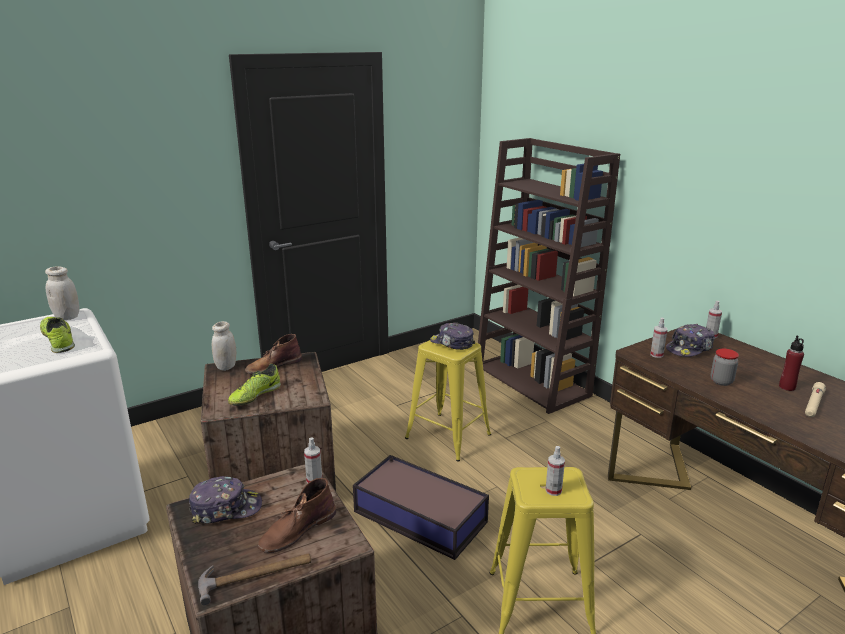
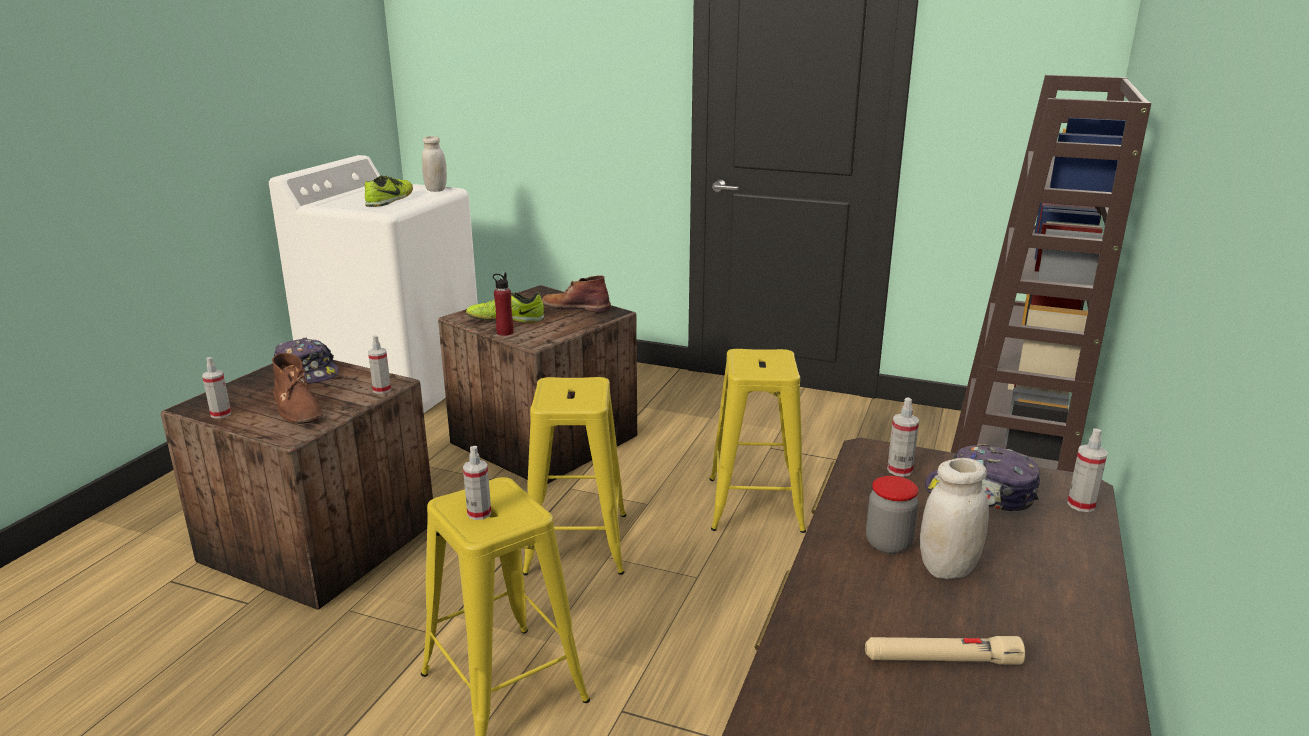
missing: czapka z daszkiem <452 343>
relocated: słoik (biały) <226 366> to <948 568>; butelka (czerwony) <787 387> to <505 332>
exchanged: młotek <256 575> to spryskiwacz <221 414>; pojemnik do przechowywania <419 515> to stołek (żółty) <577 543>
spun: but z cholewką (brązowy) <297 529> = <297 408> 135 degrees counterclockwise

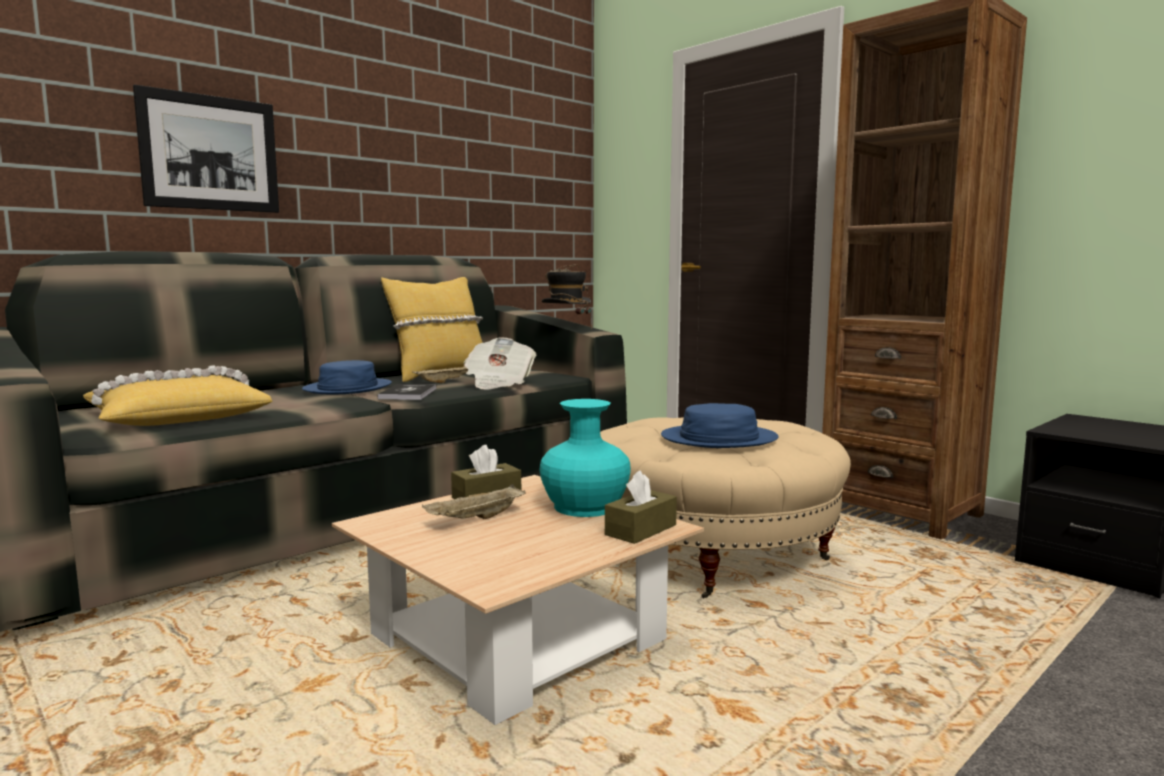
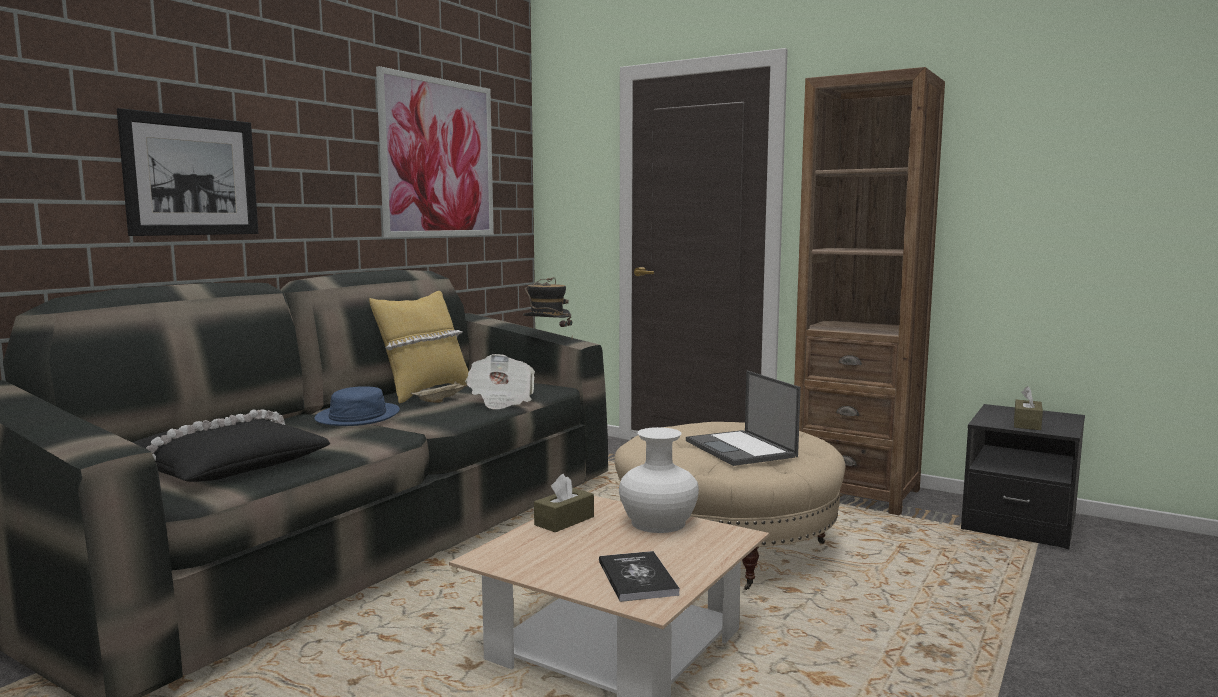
missing: taca (beżowy) <476 519>
appeared: obraz <438 158>
relocated: książka <408 394> to <637 578>; pudełko chusteczek (brązowy) <641 530> to <1027 424>
exchanged: kapelusz (niebieski) <719 439> to laptop <741 449>
colour: poduszka (żółty) <177 418> to poduszka (czarny) <223 466>; wazon (turkusowy) <585 507> to wazon (biały) <658 522>

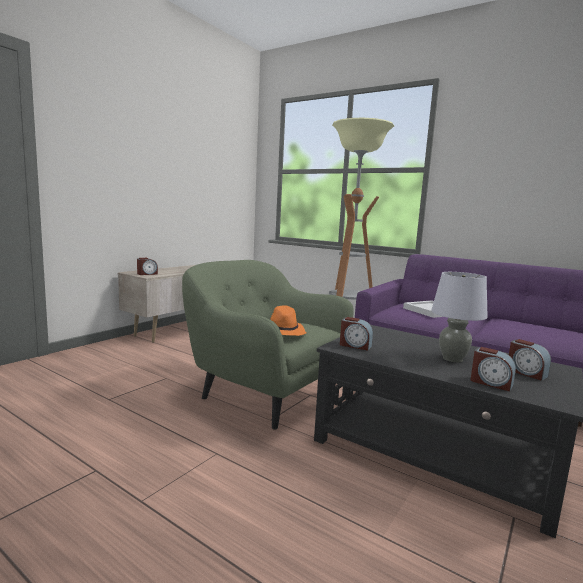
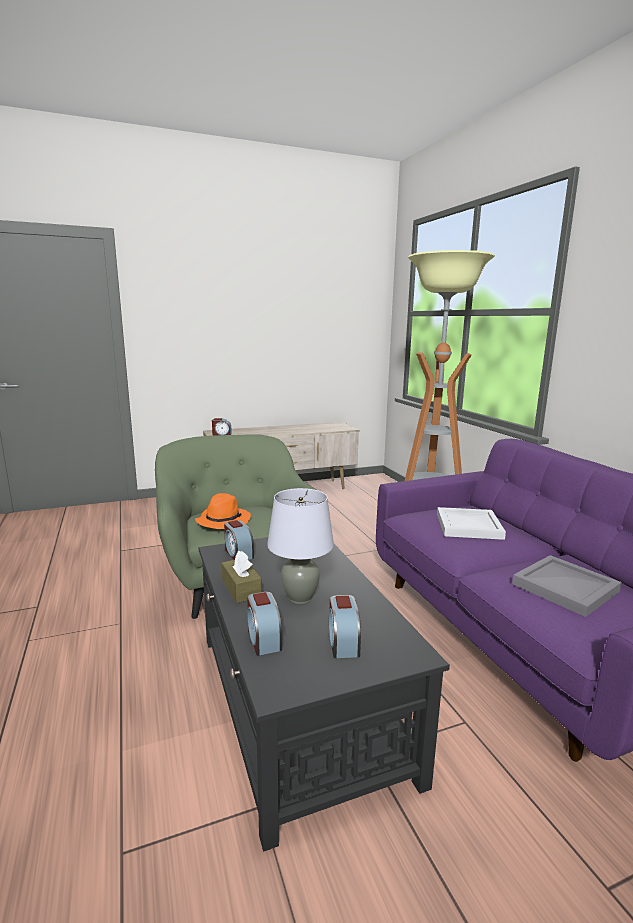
appeared: pudełko chusteczek (brązowy) <241 588>; taca (szary) <564 586>

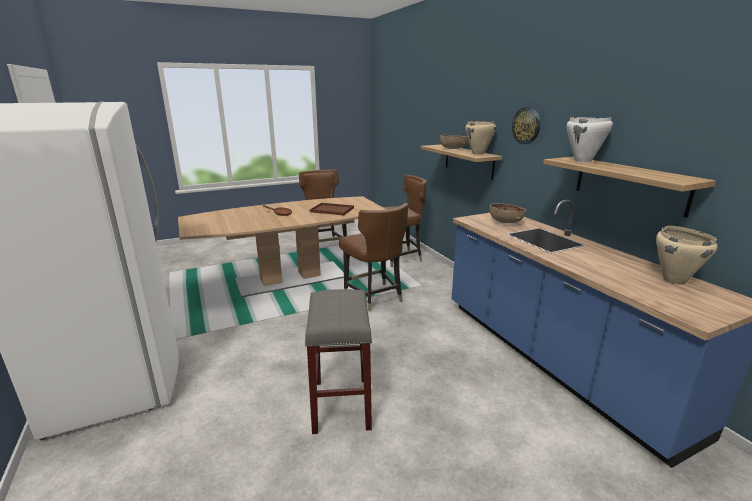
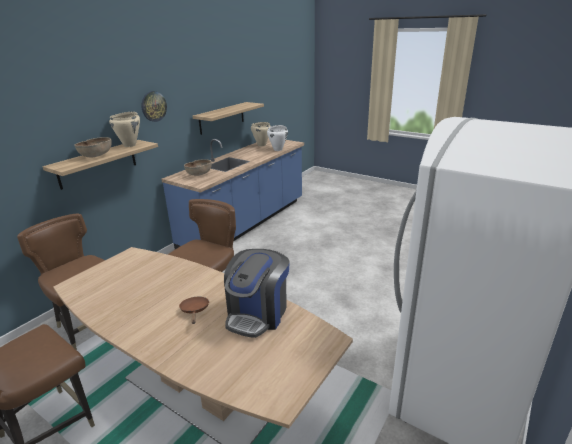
missing: stołek (szary) <342 405>; taca (brązowy) <331 210>
appeared: ekspres do kawy <258 313>
relocated: garnek (biały) <583 161> to <278 150>

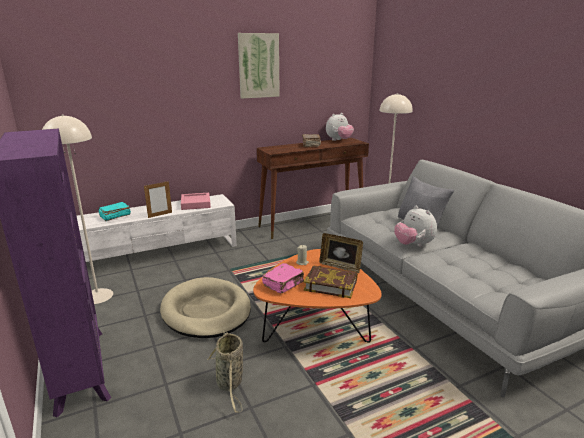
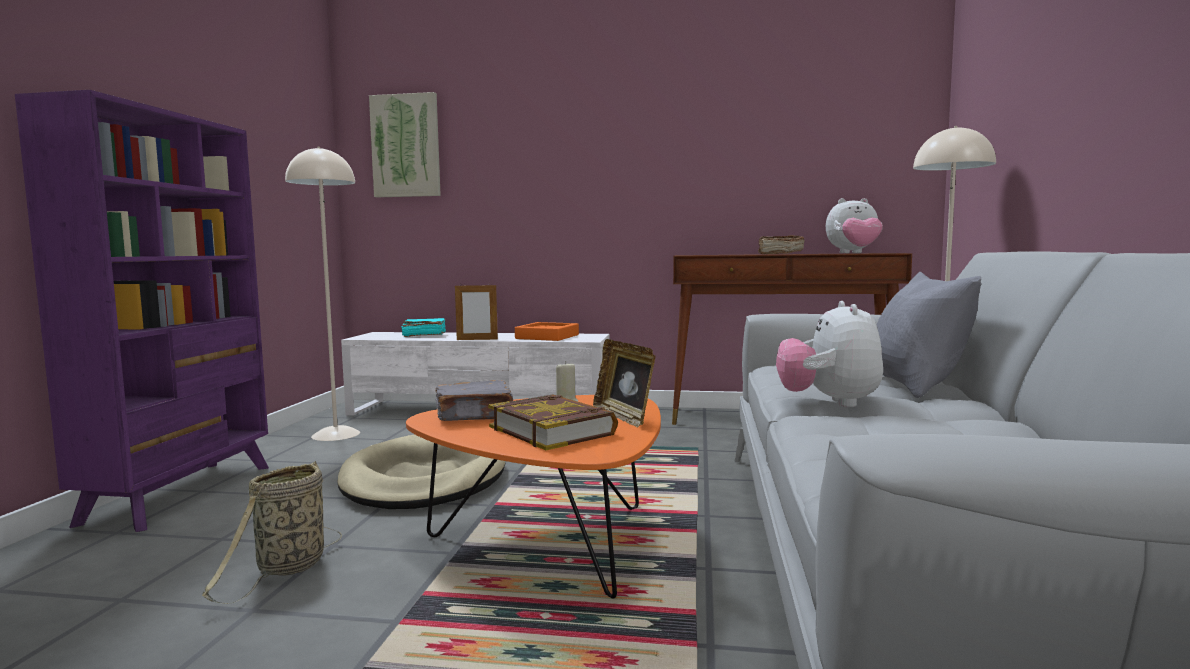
relocated: obraz <258 66> to <406 146>
colour: taca (różowy) <196 204> to taca (pomarańczowy) <547 337>; książka (różowy) <283 284> to książka (szary) <475 416>

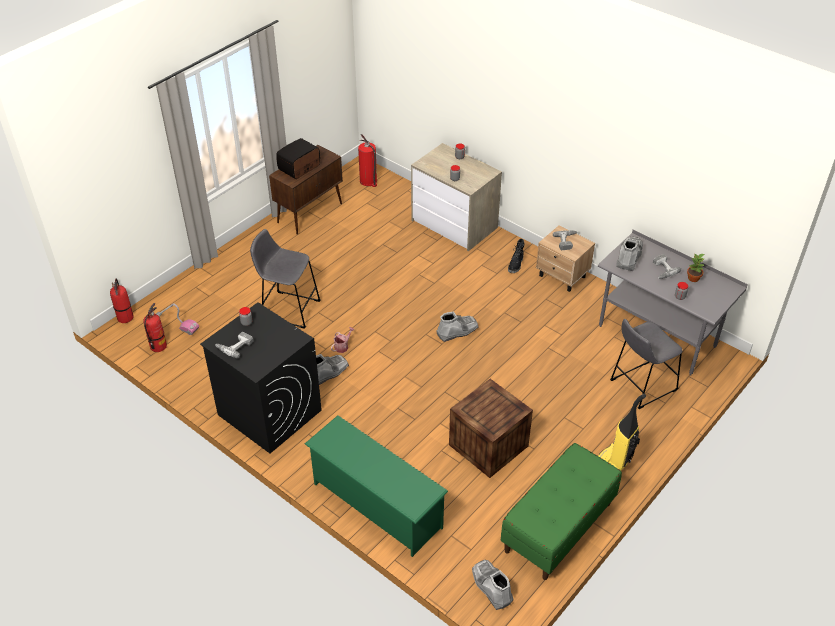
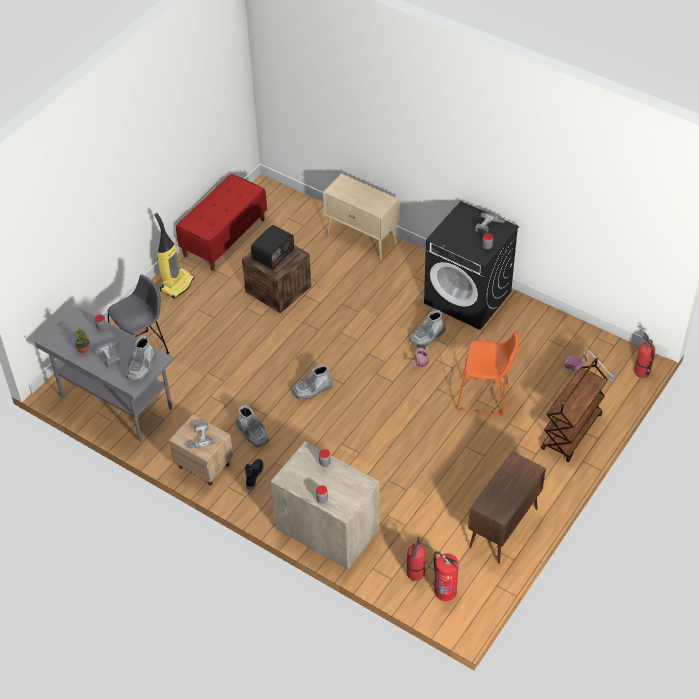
appeared: wózek (brązowy) <571 433>
relocated: gaśnica <158 346> to <415 573>; radio <299 168> to <273 254>; but z cholewką (szary) <491 587> to <253 433>
exchanged: regał na buty (zielony) <376 505> to szafka (beżowy) <362 239>
colour: stołek (szary) <288 309> to stołek (pomarańczowy) <485 398>; ławka (zielony) <558 527> to ławka (czerwony) <224 237>

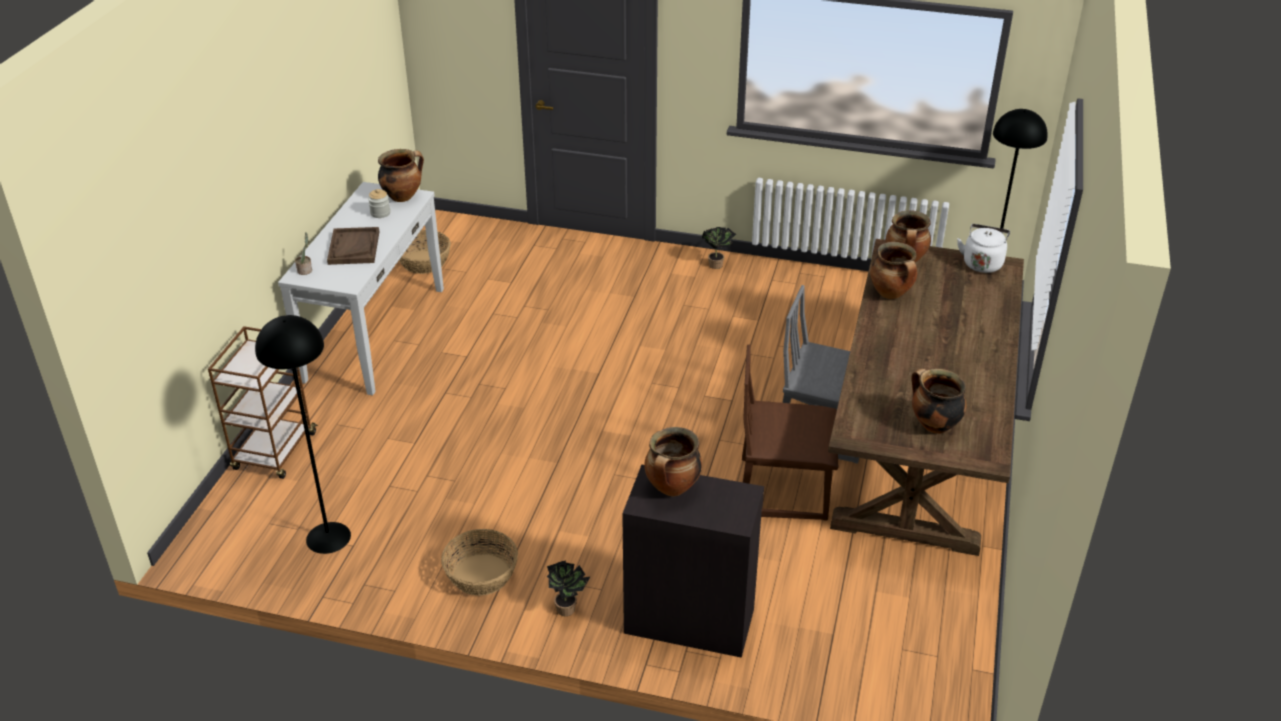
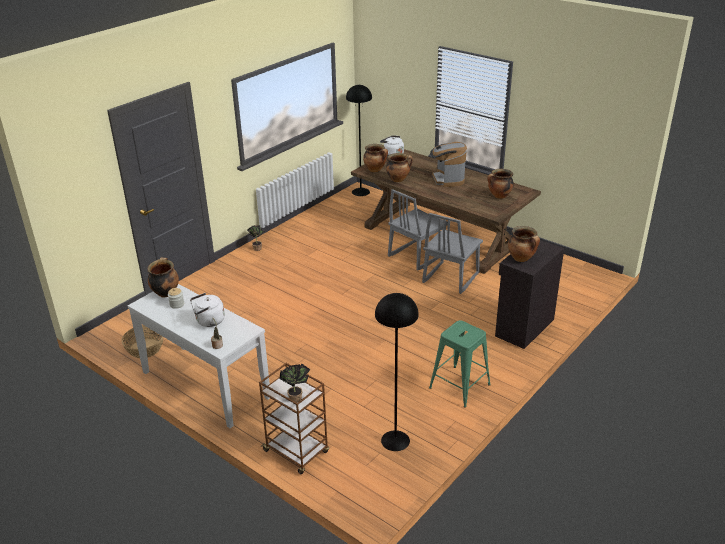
appeared: ekspres do kawy <448 179>
relocated: roślina doniczkowa <568 609> to <296 397>
exchanged: taca (brązowy) <354 247> to czajnik (biały) <208 321>; koszyk <481 575> to stołek (zielony) <459 386>
colour: krzesło (brązowy) <783 489> to krzesło (szary) <450 278>

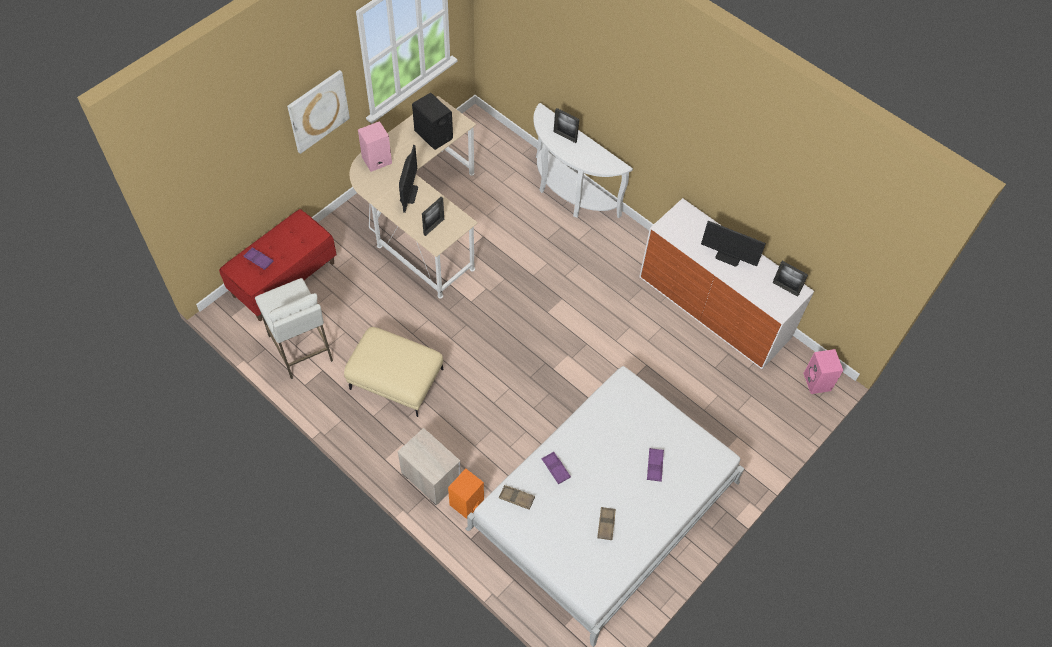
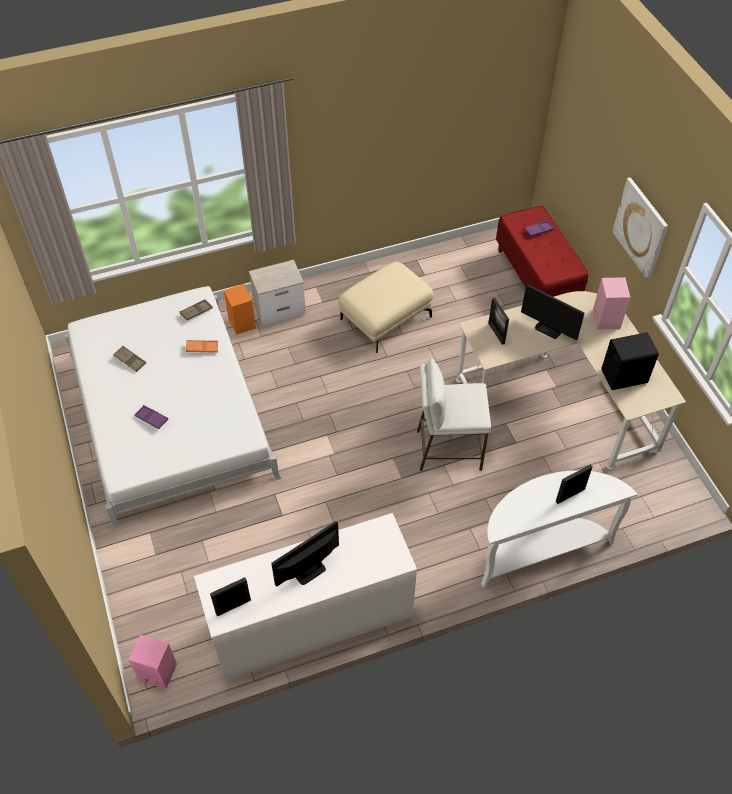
relocated: stołek (biały) <301 348> to <448 450>
colour: taca (fioletowy) <555 469> to taca (pomarańczowy) <202 348>

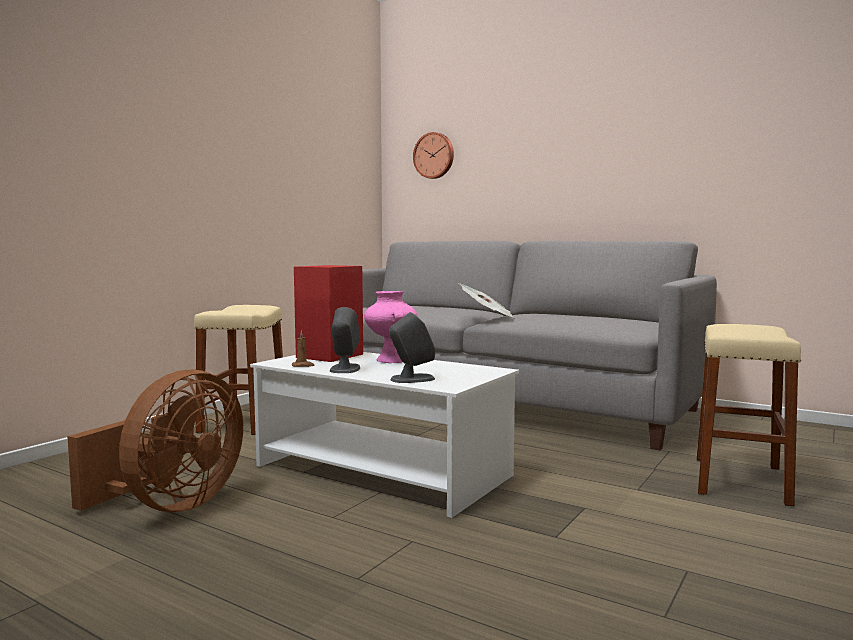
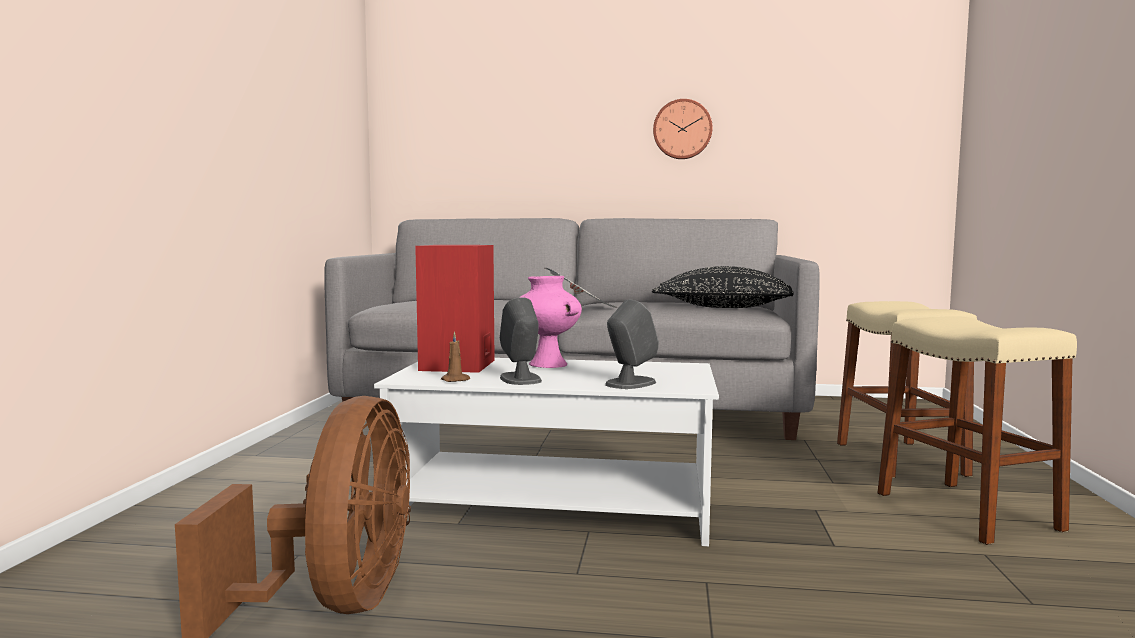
appeared: poduszka (czarny) <725 307>
relocated: stołek (beżowy) <243 422> to <966 511>; zegar ścienny <434 155> to <682 129>

